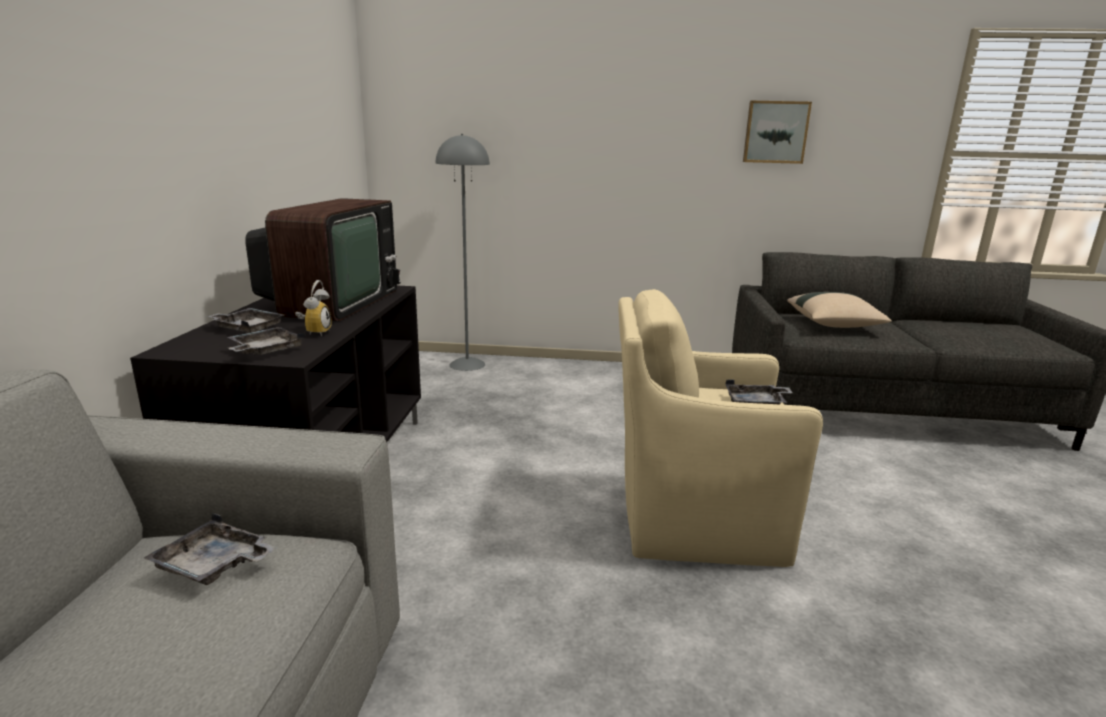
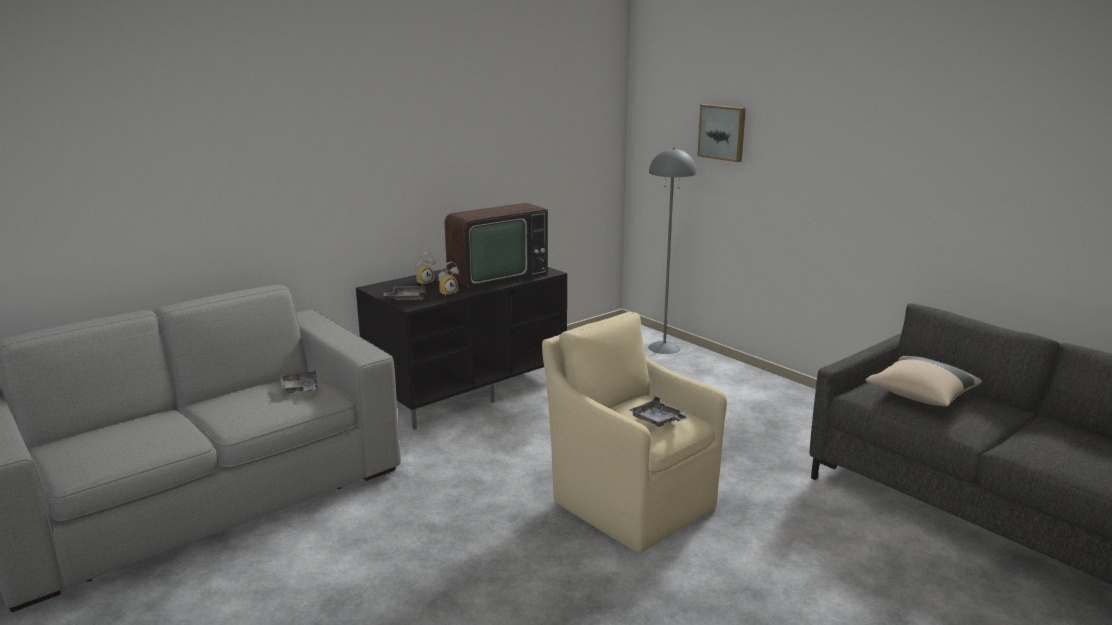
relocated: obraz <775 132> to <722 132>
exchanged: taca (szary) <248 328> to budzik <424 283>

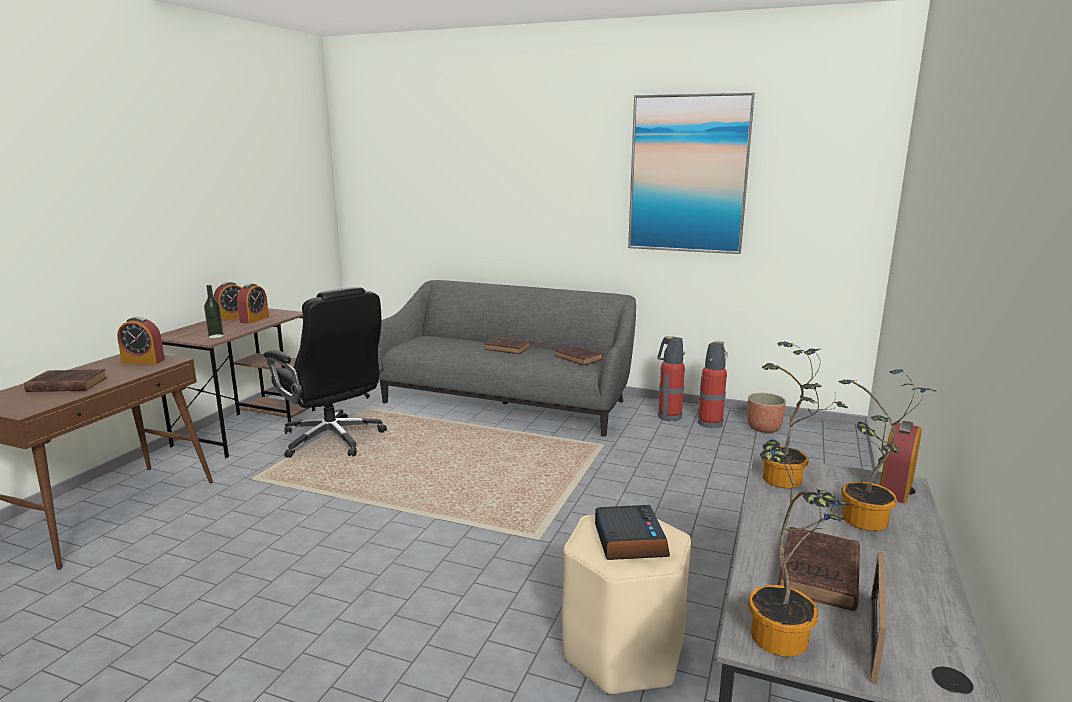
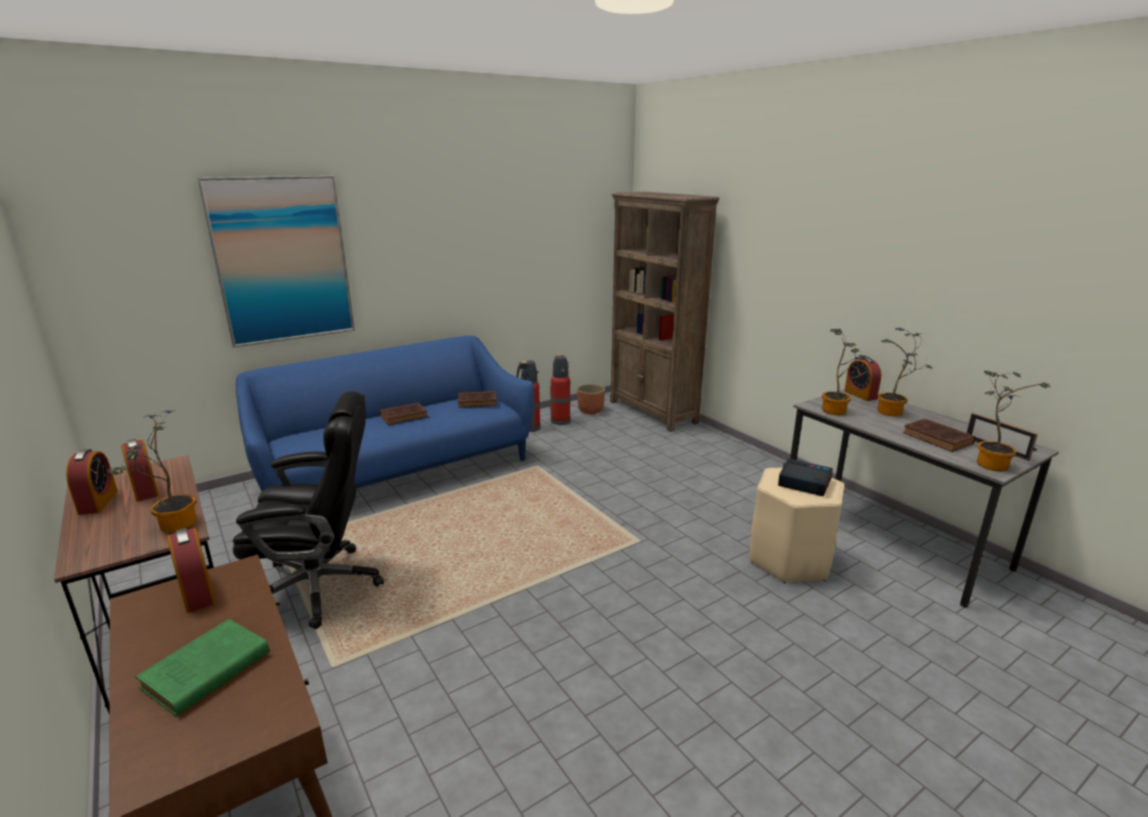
appeared: regał (brązowy) <653 412>
relocated: obraz <688 174> to <282 260>
exchanged: butelka <216 336> to roślina doniczkowa <172 526>
colour: książka (brązowy) <65 385> to książka (zielony) <204 672>; kanapa (szary) <507 401> to kanapa (niebieski) <397 471>
spun: budzik <143 361> = <198 592> 75 degrees counterclockwise

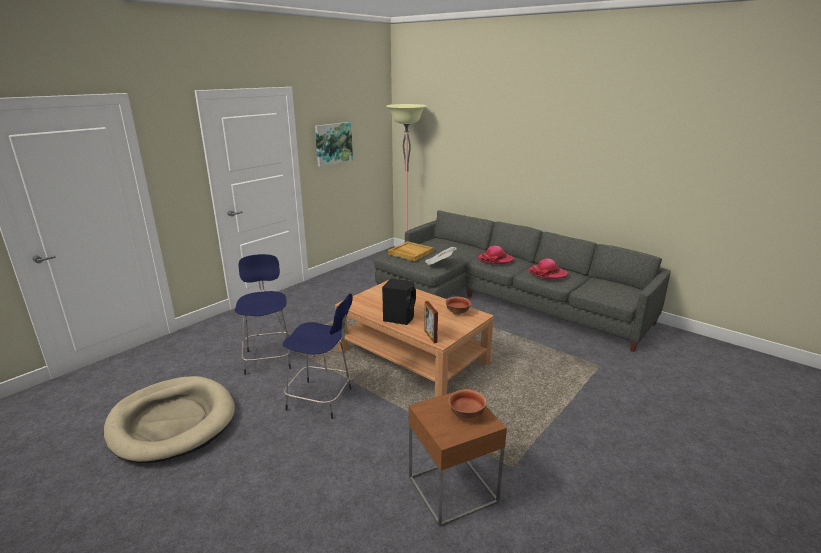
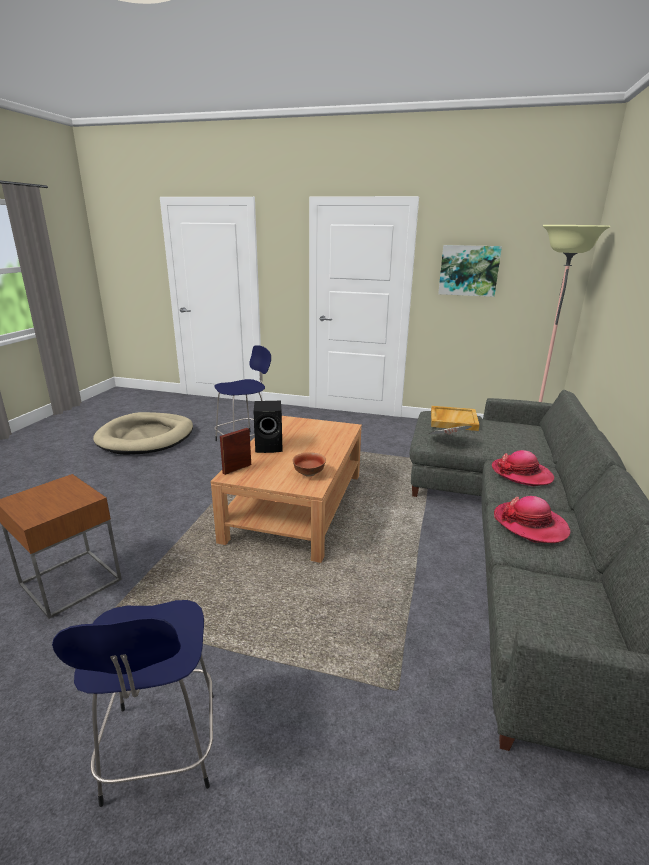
missing: miska <466 415>
relocated: stołek (niebieski) <322 399> to <161 750>

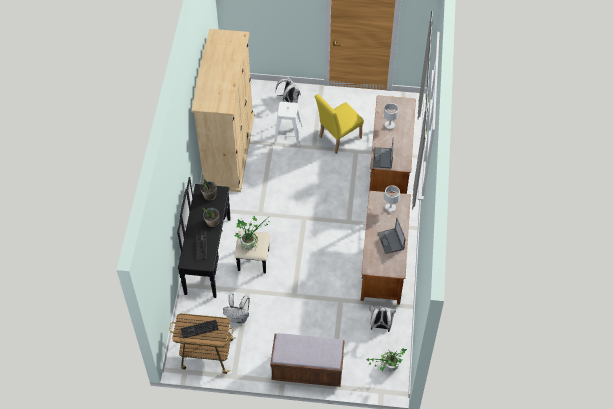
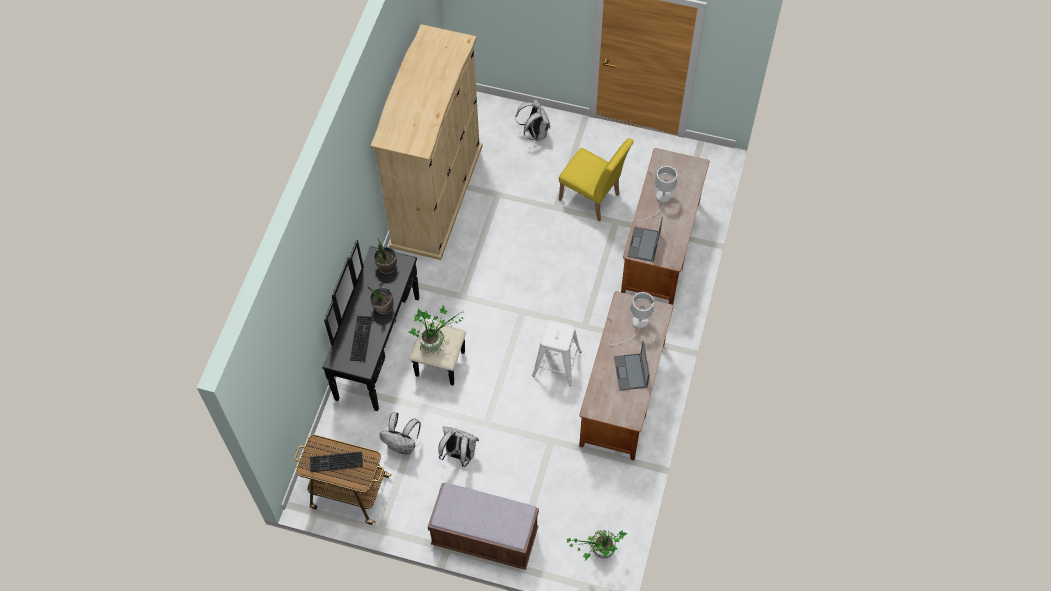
relocated: stołek (biały) <287 134> to <556 363>; plecak (biały) <380 325> to <459 454>
spun: krzesło (żółty) <337 138> = <593 199> 120 degrees counterclockwise

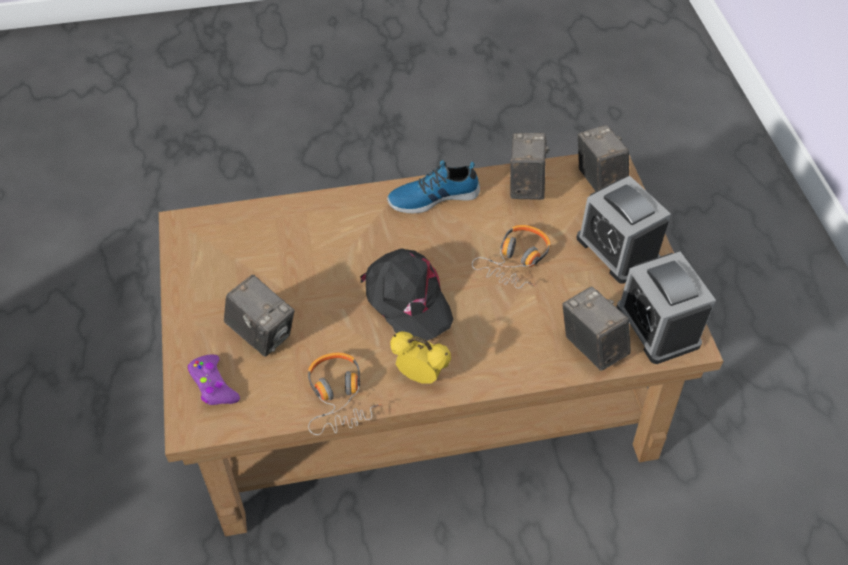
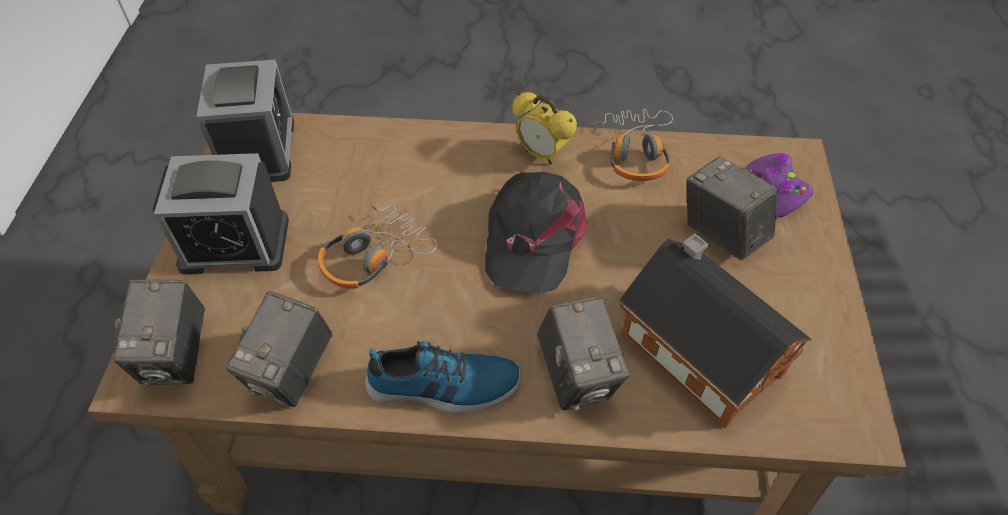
appeared: domek <697 347>
relocated: aparat fotograficzny <591 346> to <577 376>
spun: czapka z daszkiem (czarny) <407 300> = <532 237> 150 degrees counterclockwise; budzik <617 249> = <235 244> 105 degrees clockwise

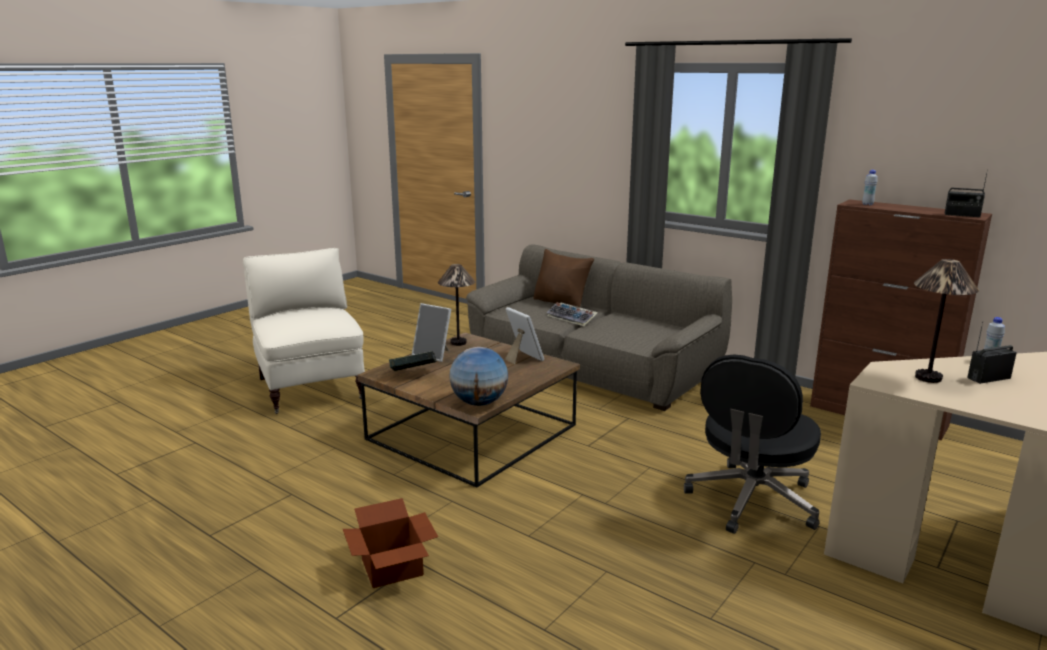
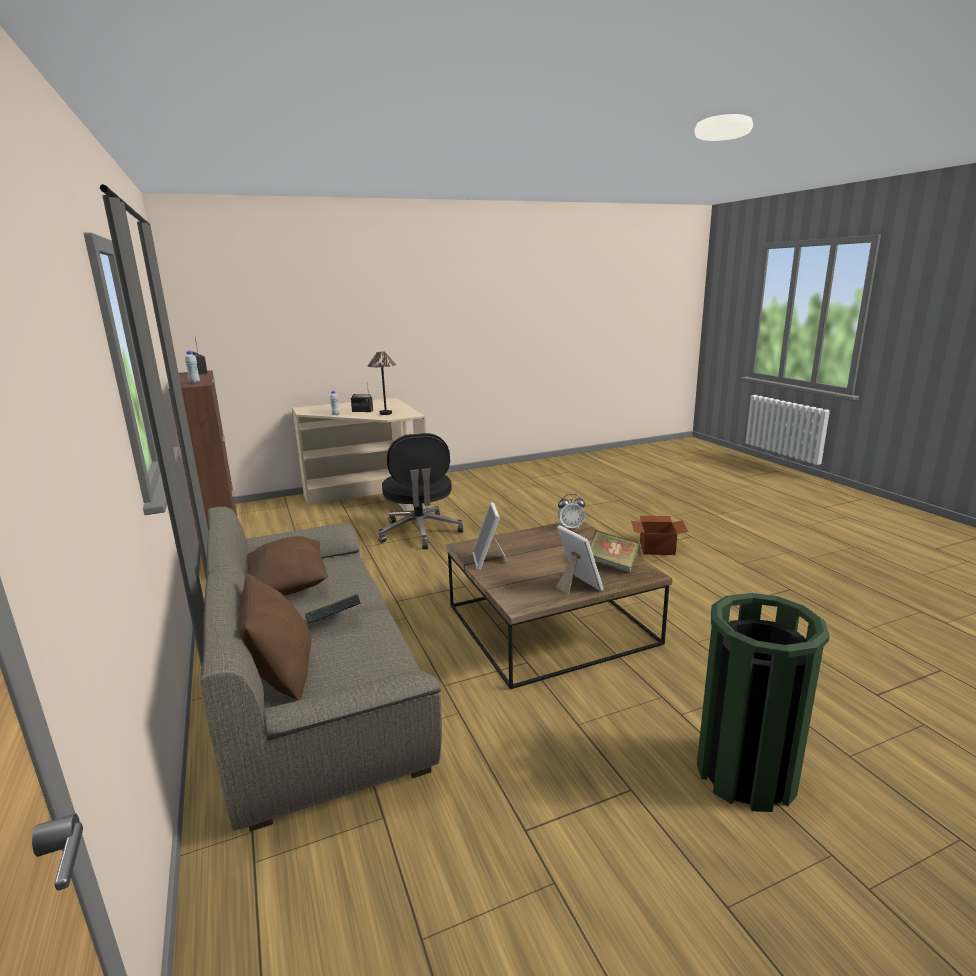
missing: lampa stołowa <458 342>
appeared: poduszka (brązowy) <288 586>
exchanged: fotel (beżowy) <311 387> to kosz na śmieci (zielony) <745 773>; globus <479 403> to budzik <570 527>; klawiatura <572 318> to książka <334 624>
spun: krzesło biurowe (czarny) <751 501> = <420 533> 105 degrees clockwise

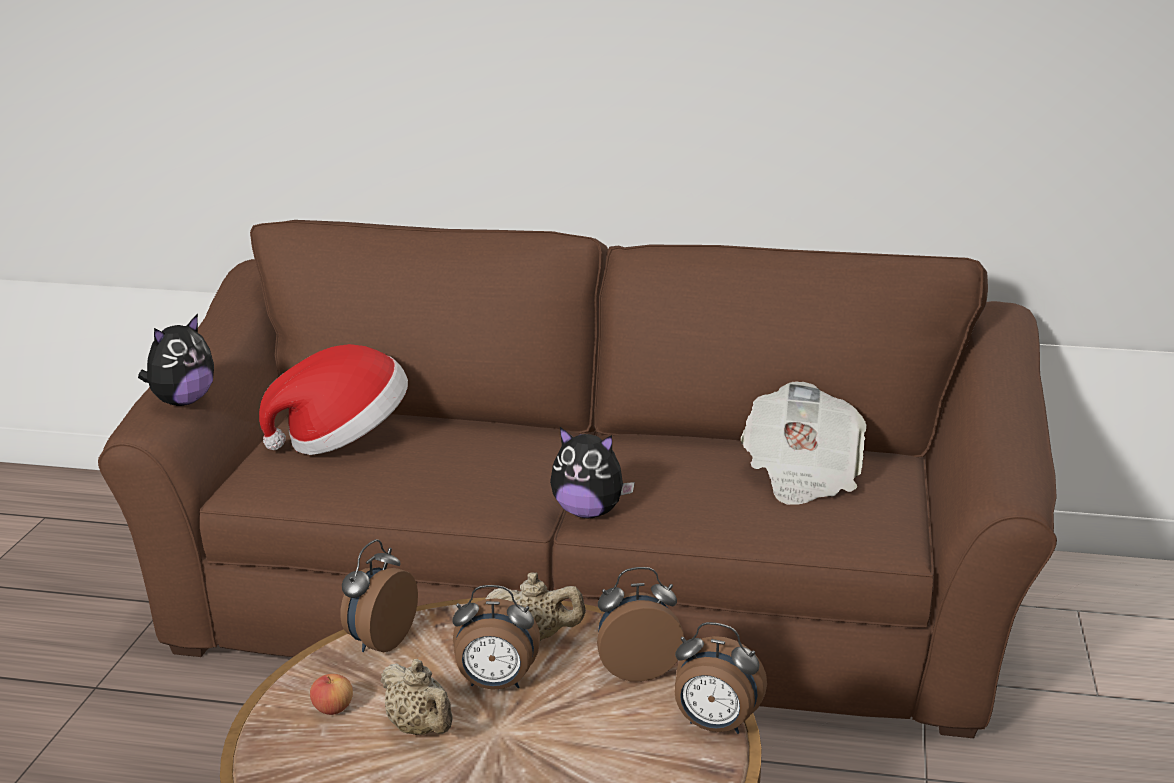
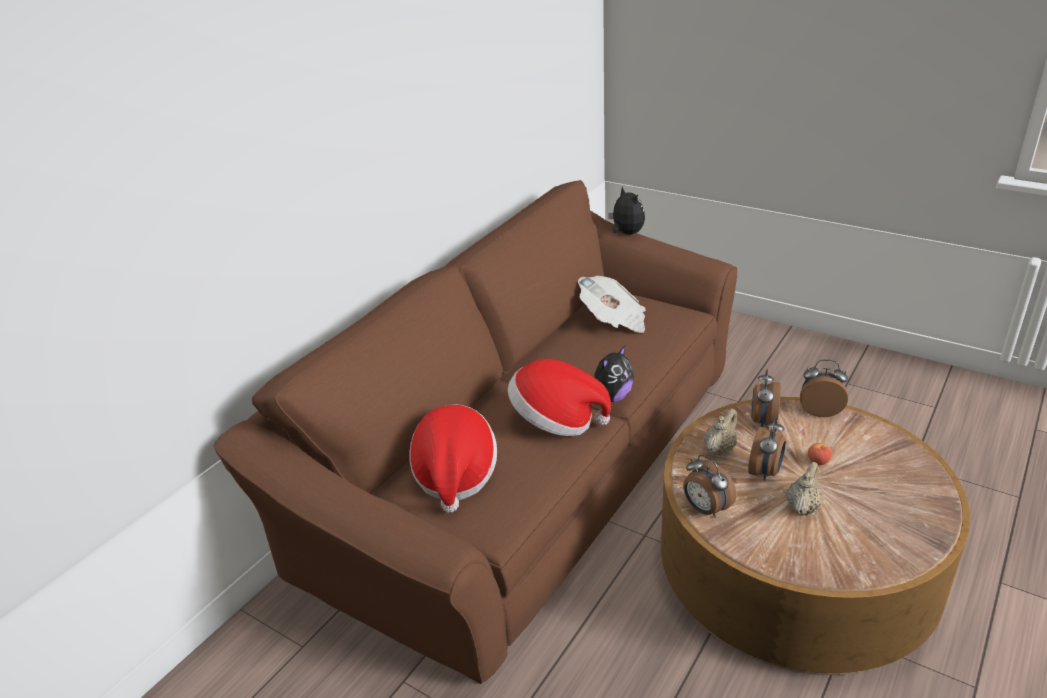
appeared: kapelusz <556 421>
relocated: pluszak <181 402> to <626 233>; jabłko <332 709> to <818 461>
spun: imbryk (beżowy) <420 729> = <802 507> 45 degrees counterclockwise; budzik <715 726> = <820 410> 120 degrees counterclockwise

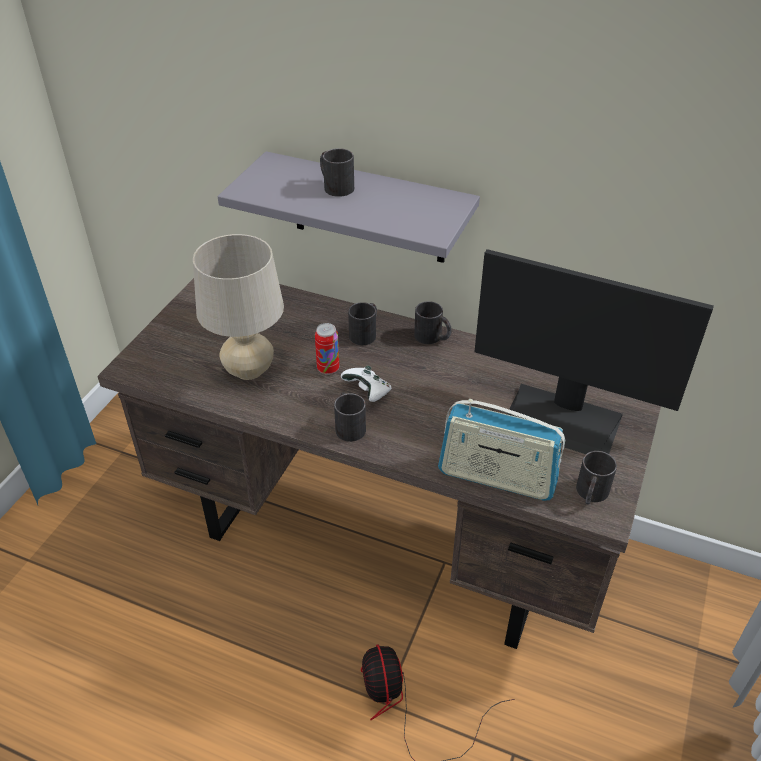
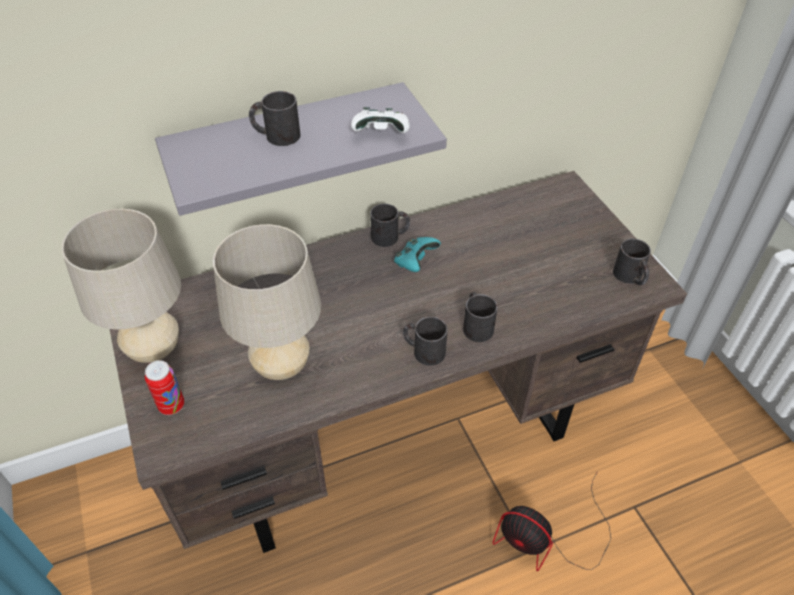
missing: radio <496 478>; monitor <563 420>
appeared: lampa stołowa (beżowy) <154 349>; pad do gier (turkusowy) <415 262>
relocated: puszka <328 368> to <171 406>; pad do gier (biały) <368 392> to <381 134>; kubek (czarny) <365 333> to <476 325>

